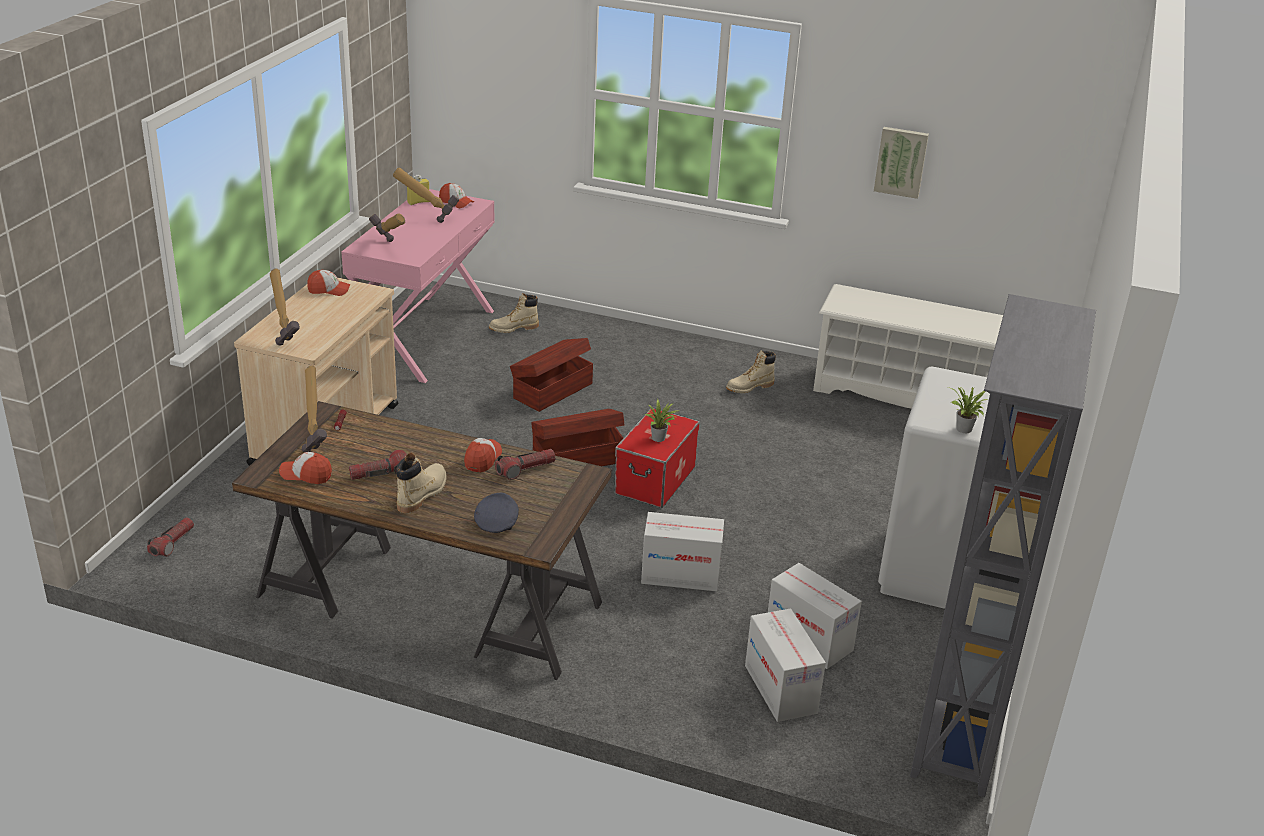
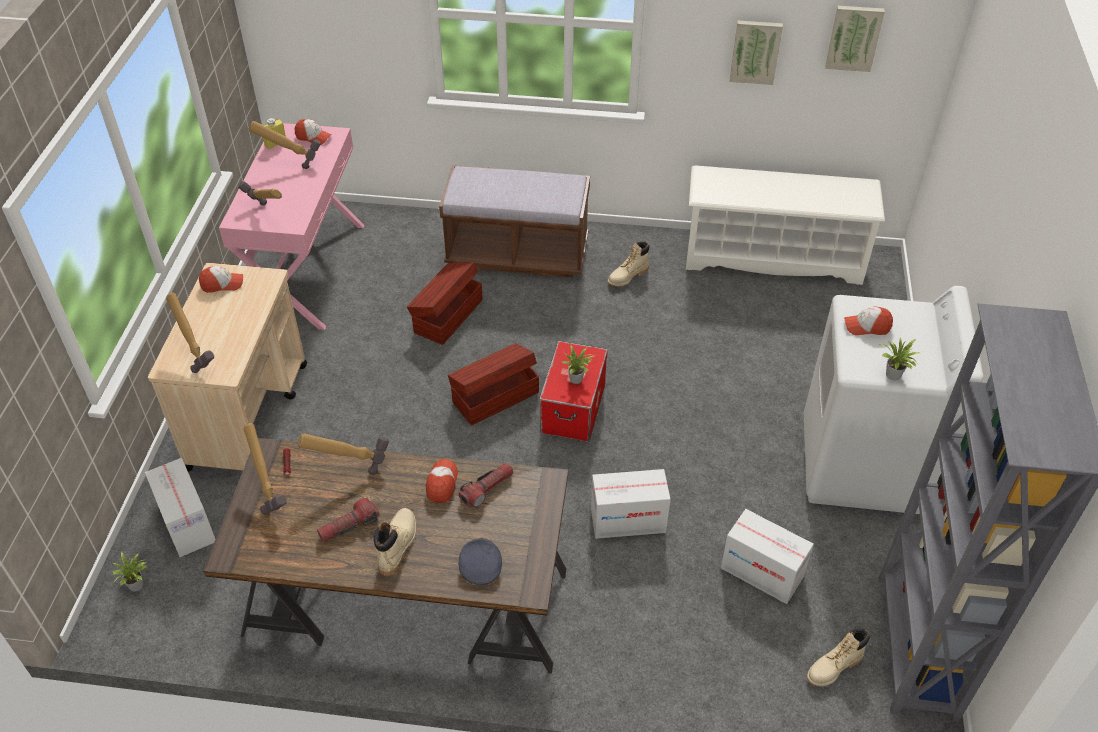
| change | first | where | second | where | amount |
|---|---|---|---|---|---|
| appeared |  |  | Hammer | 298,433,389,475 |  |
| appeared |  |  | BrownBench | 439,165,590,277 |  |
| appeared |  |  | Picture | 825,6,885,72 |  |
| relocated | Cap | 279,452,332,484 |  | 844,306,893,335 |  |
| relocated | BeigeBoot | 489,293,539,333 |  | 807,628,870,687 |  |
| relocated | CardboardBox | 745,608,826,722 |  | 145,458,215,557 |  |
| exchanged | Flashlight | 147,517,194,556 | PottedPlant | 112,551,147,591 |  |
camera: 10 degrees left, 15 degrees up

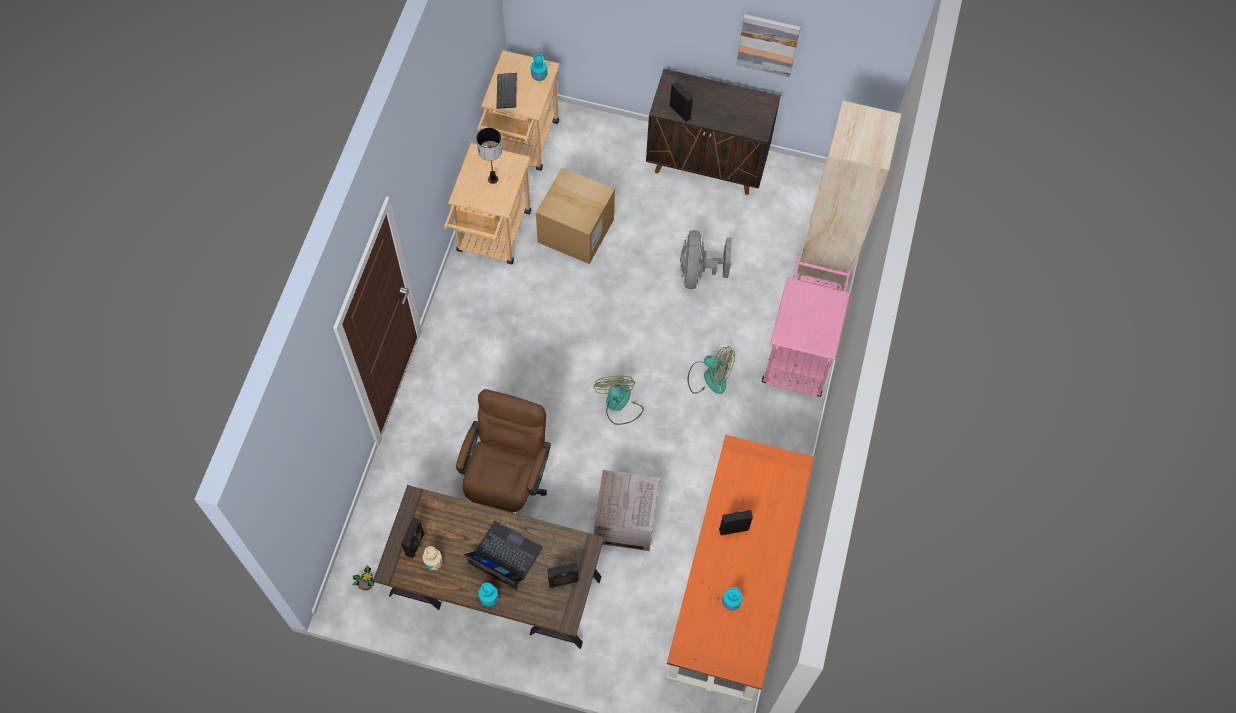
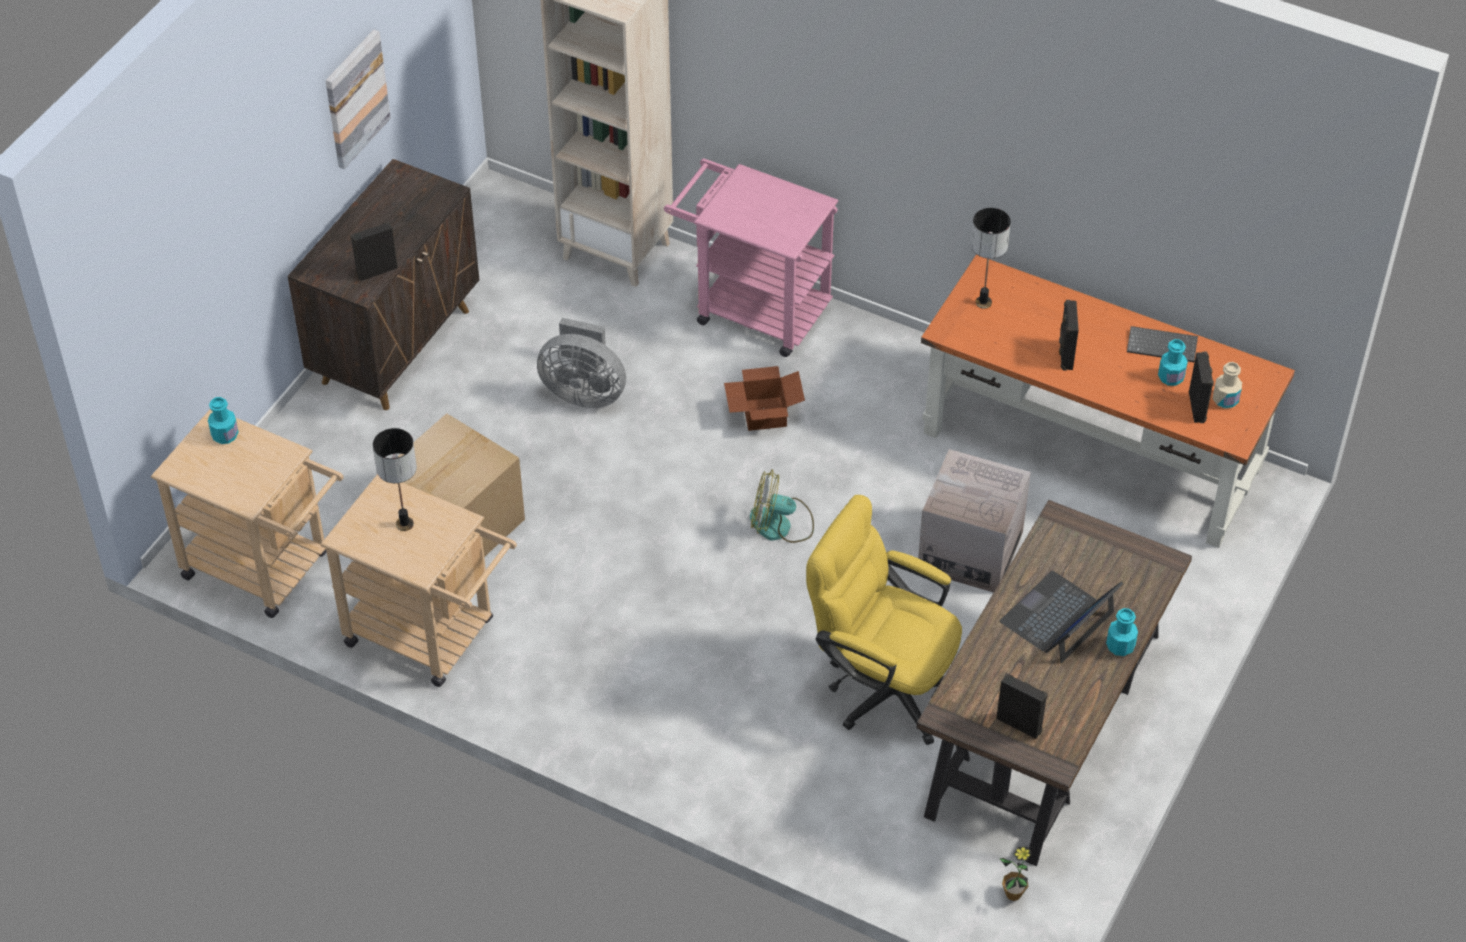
| change | first | where | second | where | amount |
|---|---|---|---|---|---|
| appeared |  |  | TableLamp | 971,208,1011,309 |  |
| relocated | BeigeBottle | 422,546,443,570 |  | 1213,362,1242,409 |  |
| relocated | Keyboard | 496,73,517,109 |  | 1127,326,1198,362 |  |
| relocated | BlackSpeaker | 547,562,579,588 |  | 1189,352,1214,423 |  |
| exchanged | Fan | 688,346,735,394 | CardboardBox | 724,366,805,431 |  |
| colour | BrownOfficeChair | 456,389,551,513 | YellowOfficeChair | 806,495,962,745 |  |
camera: 75 degrees left, 15 degrees down

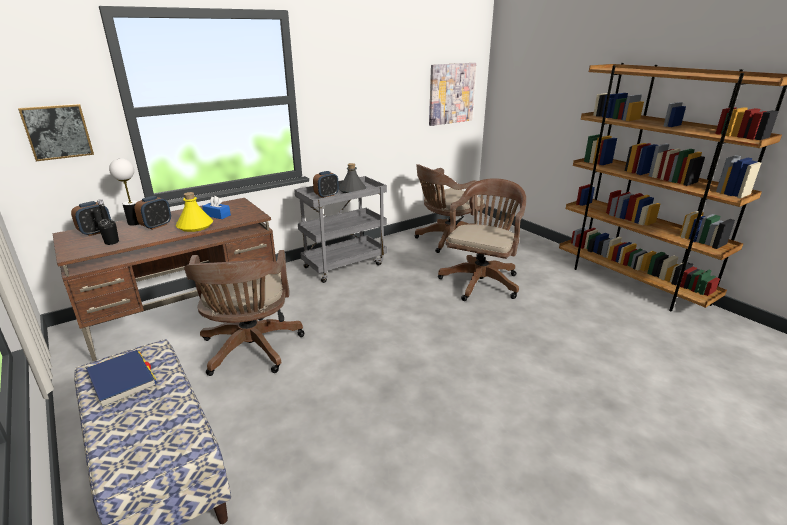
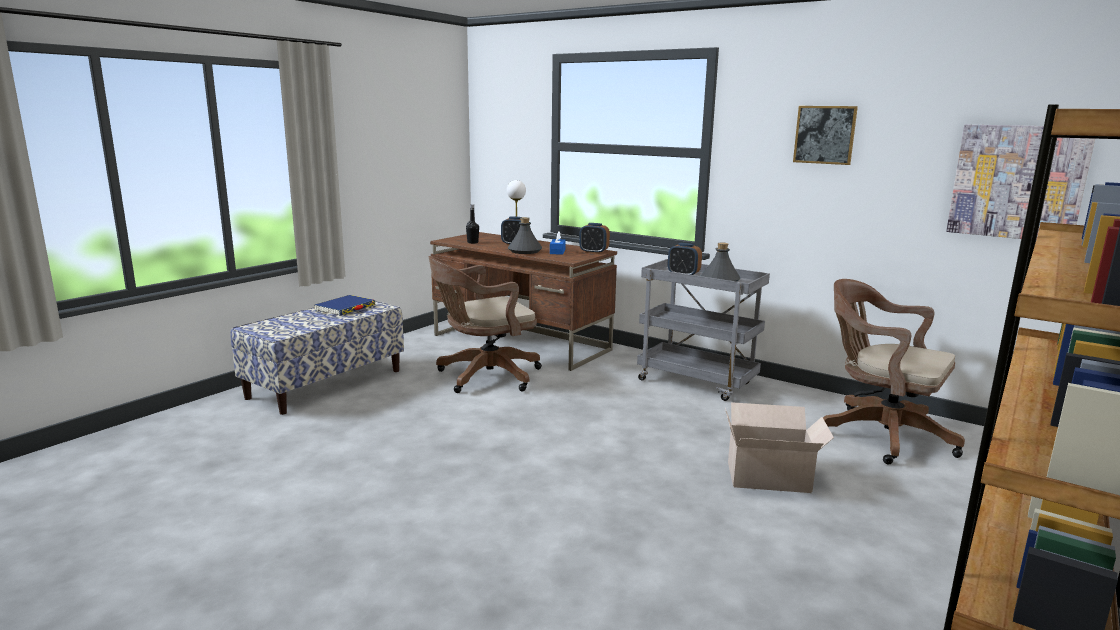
| change | first | where | second | where | amount |
|---|---|---|---|---|---|
| relocated | Picture | 18,104,94,161 |  | 793,106,858,165 |  |
| relocated | AlarmClock | 71,201,111,236 |  | 579,223,610,254 |  |
| exchanged | BrownOfficeChair | 438,178,526,301 | CardboardBox | 725,402,834,493 |  |
| colour | YellowBottle | 176,192,213,232 | GreyBottle | 508,217,542,254 |  |
camera: 70 degrees right, 10 degrees down

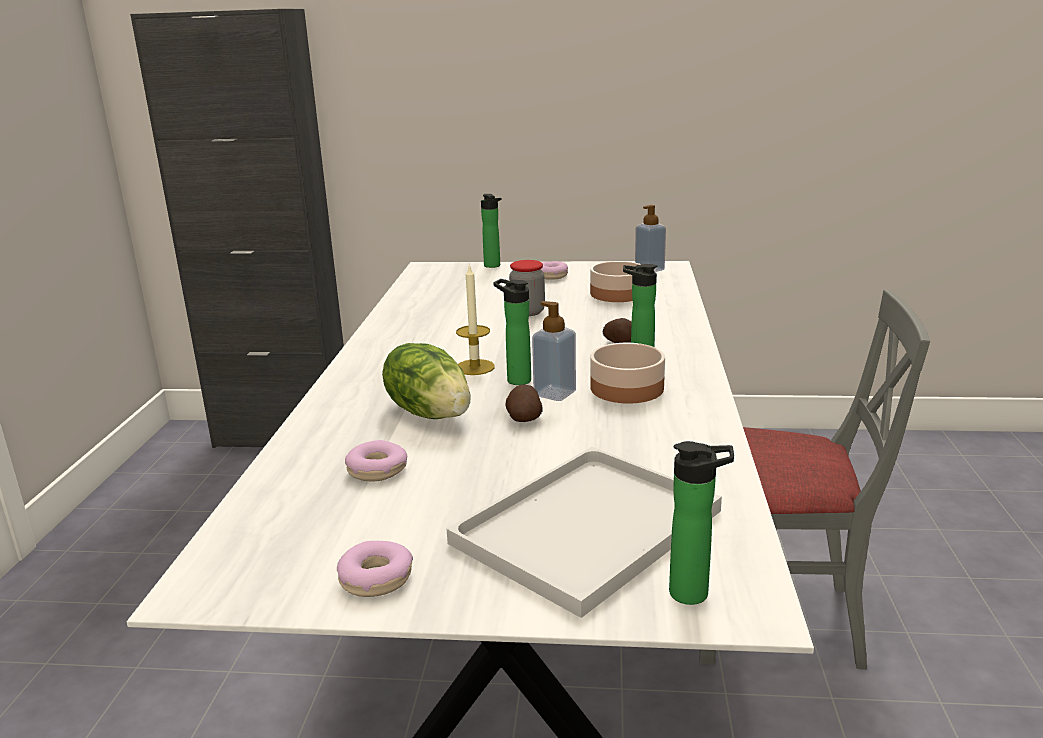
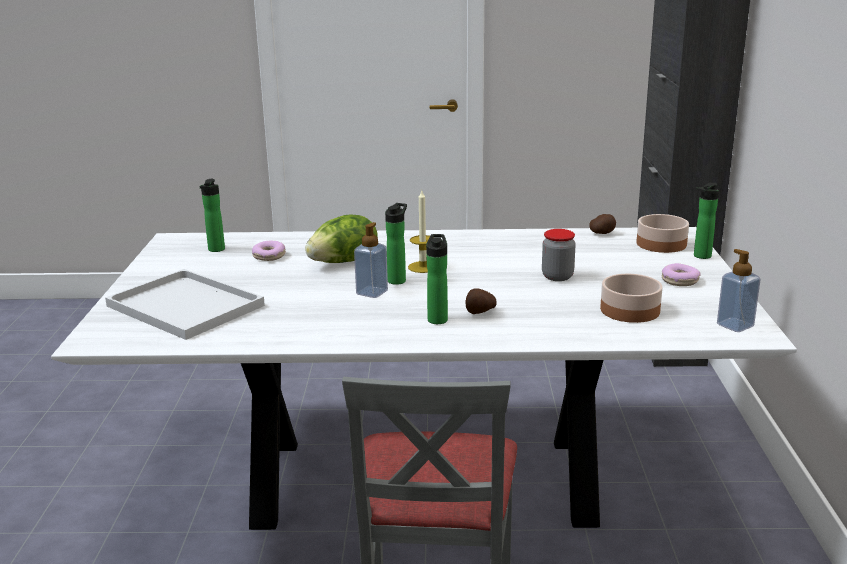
| change | first | where | second | where | amount |
|---|---|---|---|---|---|
| missing | Donut | 337,541,413,597 |  |  |  |
| relocated | Potato | 505,385,543,422 |  | 589,214,616,234 |  |
| relocated | Bowl | 590,343,665,403 |  | 636,214,689,253 |  |
| relocated | Bottle | 669,441,734,605 |  | 200,178,225,252 |  |
camera: 85 degrees right, 0 degrees up

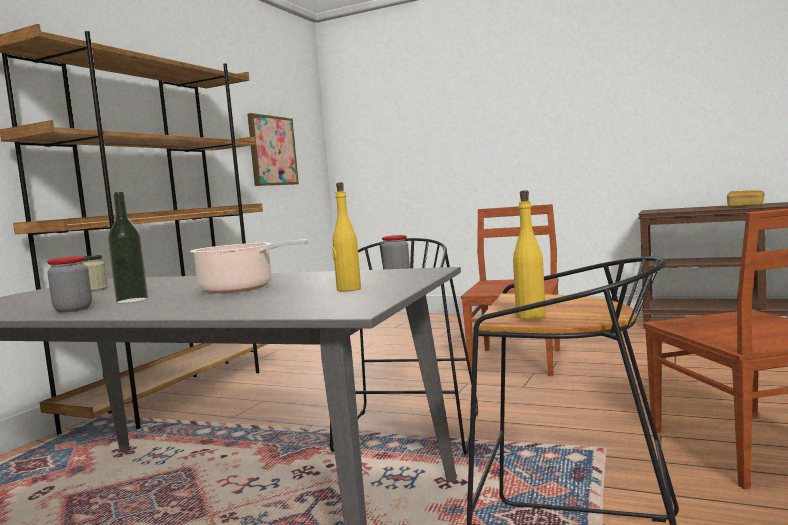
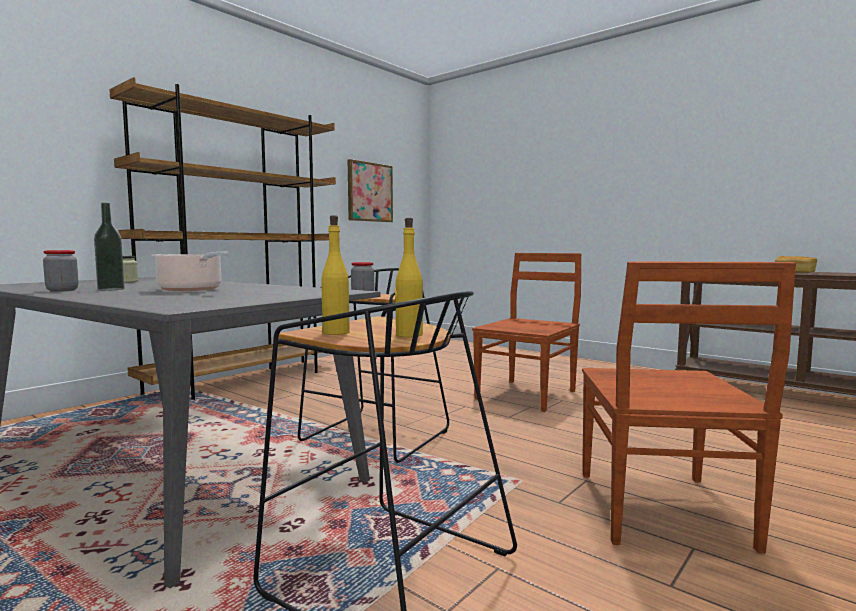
| change | first | where | second | where | amount |
|---|---|---|---|---|---|
| relocated | YellowBottle | 332,182,361,292 |  | 395,218,423,337 |  |
camera: 15 degrees right, 0 degrees up

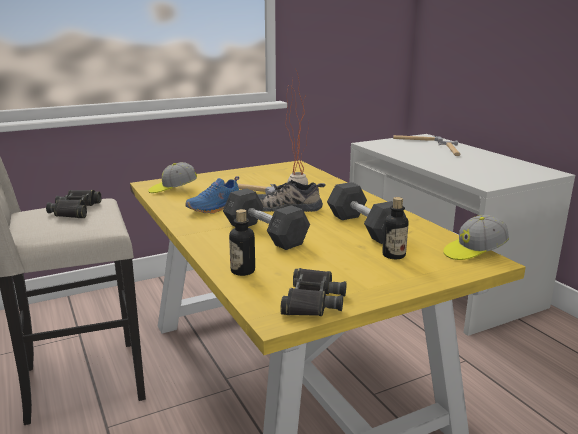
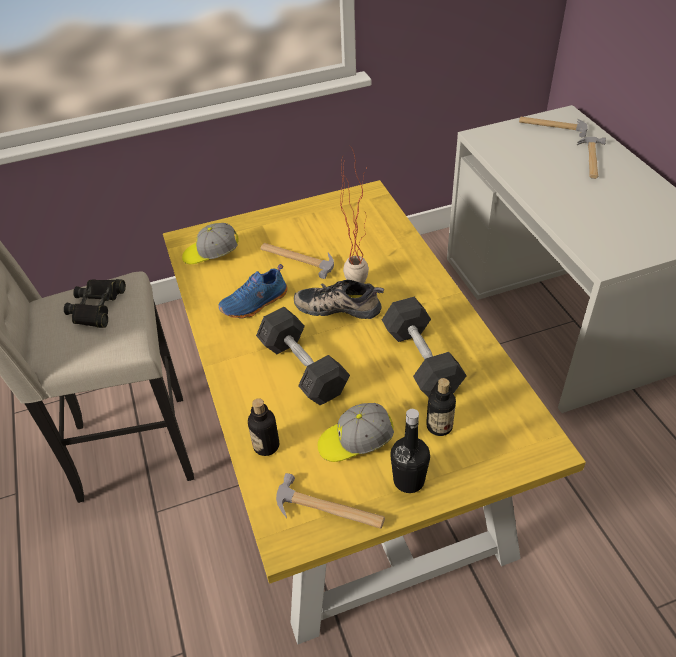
| change | first | where | second | where | amount |
|---|---|---|---|---|---|
| appeared |  |  | BlackBottle | 390,409,430,493 |  |
| relocated | Cap | 443,215,509,260 |  | 318,403,394,462 |  |
| exchanged | BlackBinoculars | 280,268,346,316 | Hammer | 276,473,385,529 |  |
camera: 10 degrees right, 25 degrees up

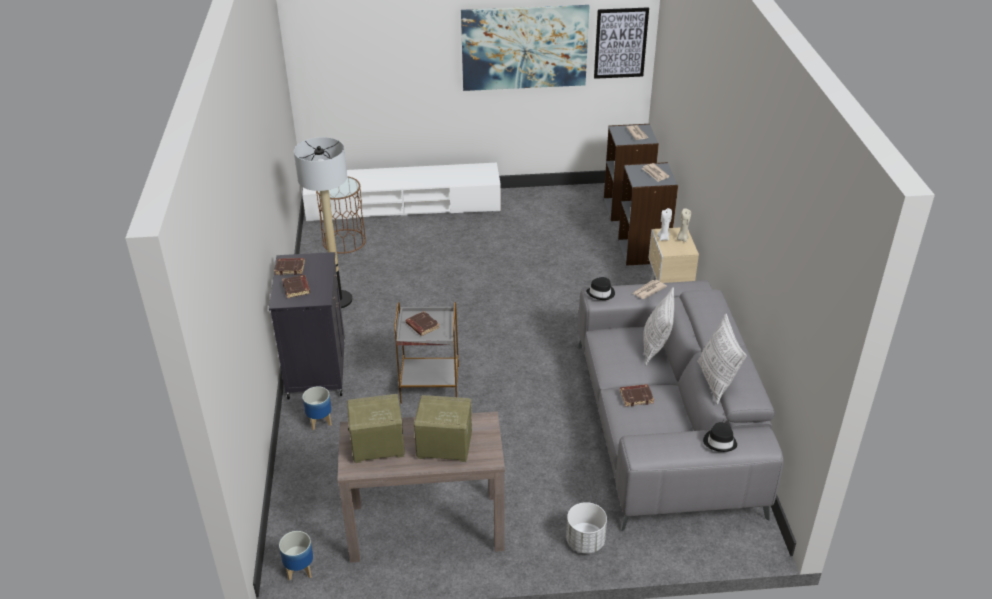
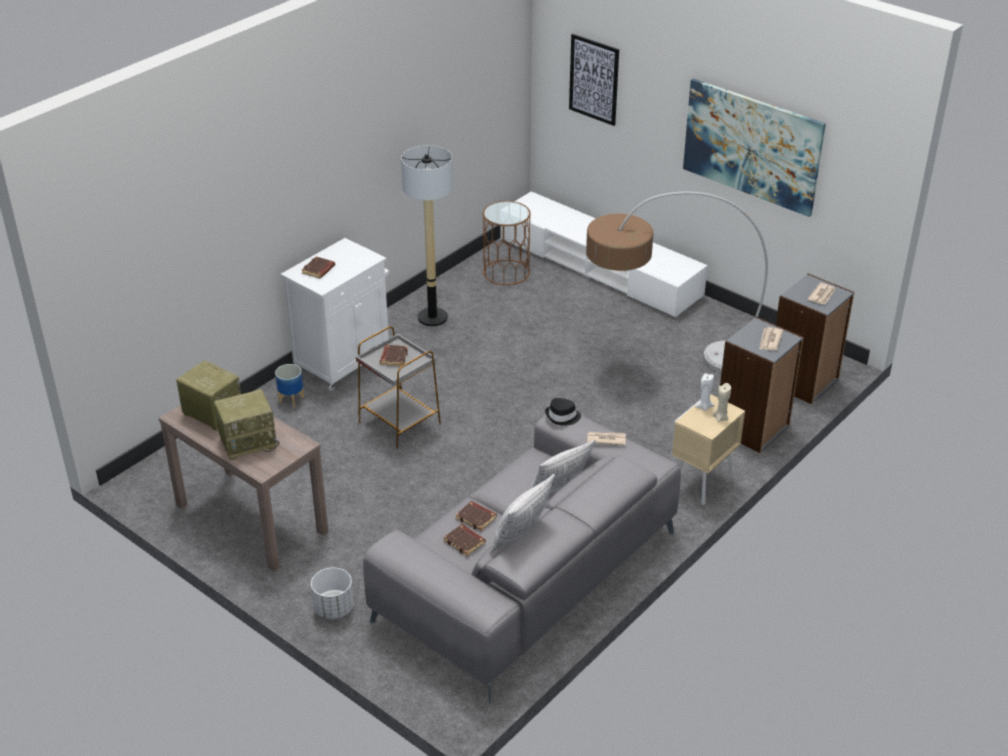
| change | first | where | second | where | amount |
|---|---|---|---|---|---|
| missing | Planter | 279,531,313,581 |  |  |  |
| missing | BlackHat | 703,422,737,452 |  |  |  |
| appeared |  |  | FloorLamp | 586,192,768,373 |  |
| relocated | BrownBook | 275,258,305,275 |  | 444,524,485,556 |  |
| relocated | Picture | 594,7,649,79 |  | 569,34,619,126 |  |
| colour | BlackCabinet | 269,252,345,400 | WhiteCabinet | 281,238,389,391 |  |
| spun | Radio | 414,395,472,462 |  | 214,389,279,460 | 105 degrees clockwise |
camera: 45 degrees right, 0 degrees up

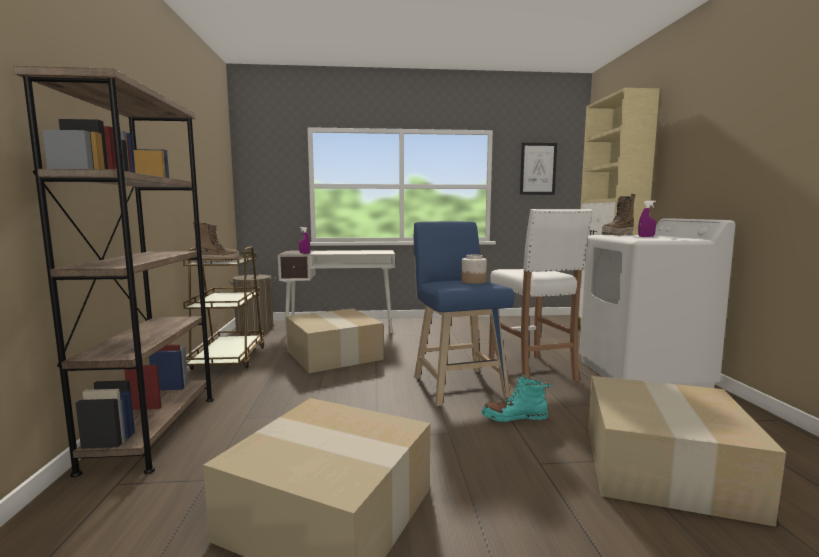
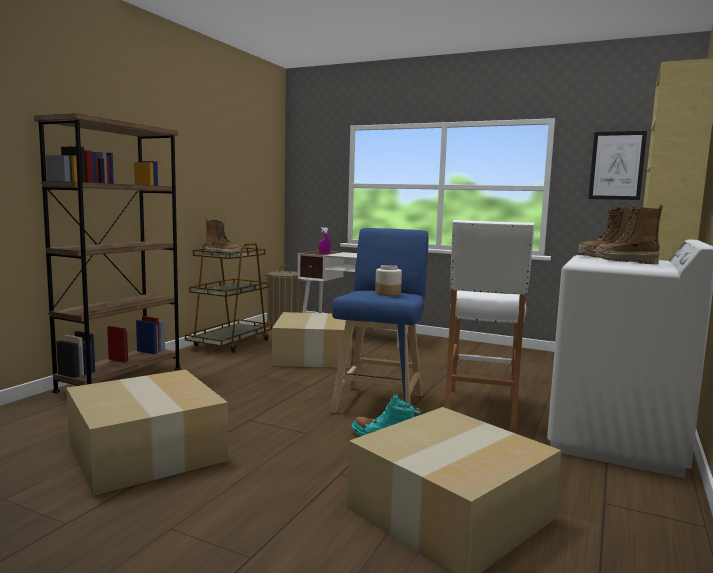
| change | first | where | second | where | amount |
|---|---|---|---|---|---|
| exchanged | PurpleSprayBottle | 638,201,656,237 | Boot | 595,205,663,264 |  |
camera: 30 degrees right, 0 degrees up

